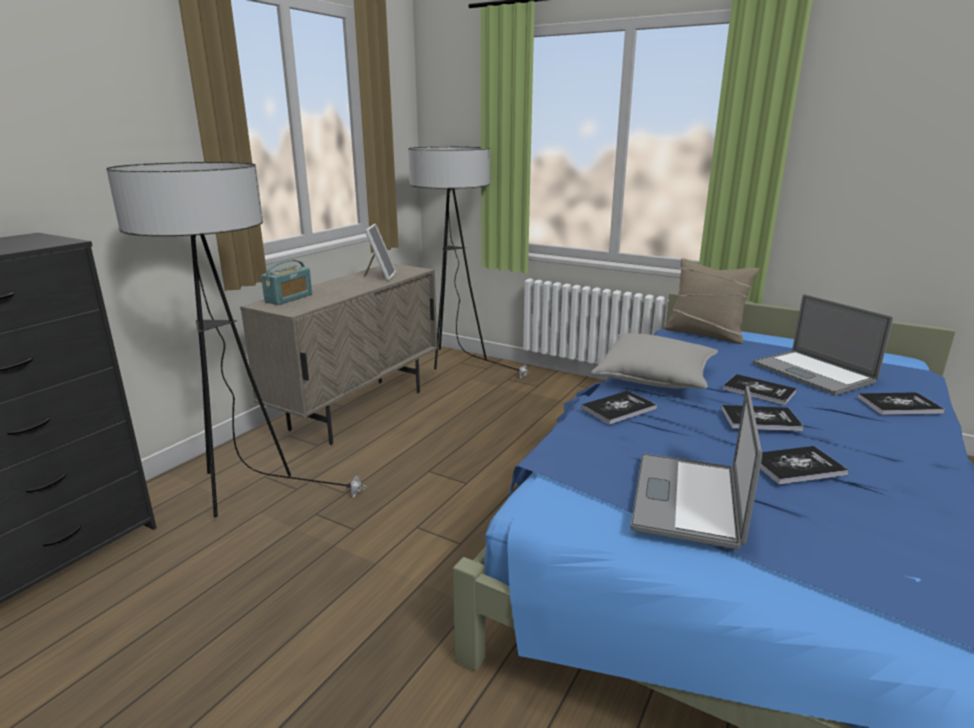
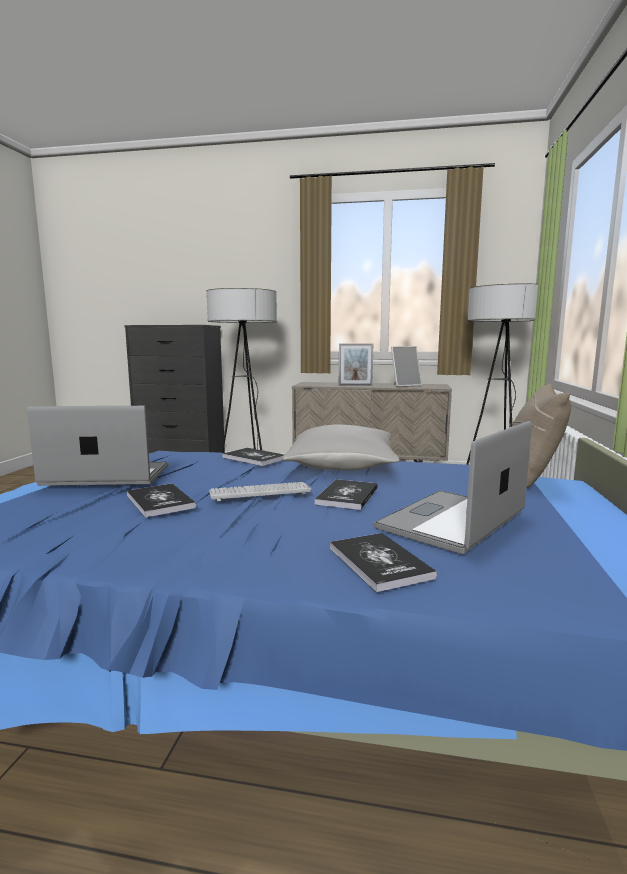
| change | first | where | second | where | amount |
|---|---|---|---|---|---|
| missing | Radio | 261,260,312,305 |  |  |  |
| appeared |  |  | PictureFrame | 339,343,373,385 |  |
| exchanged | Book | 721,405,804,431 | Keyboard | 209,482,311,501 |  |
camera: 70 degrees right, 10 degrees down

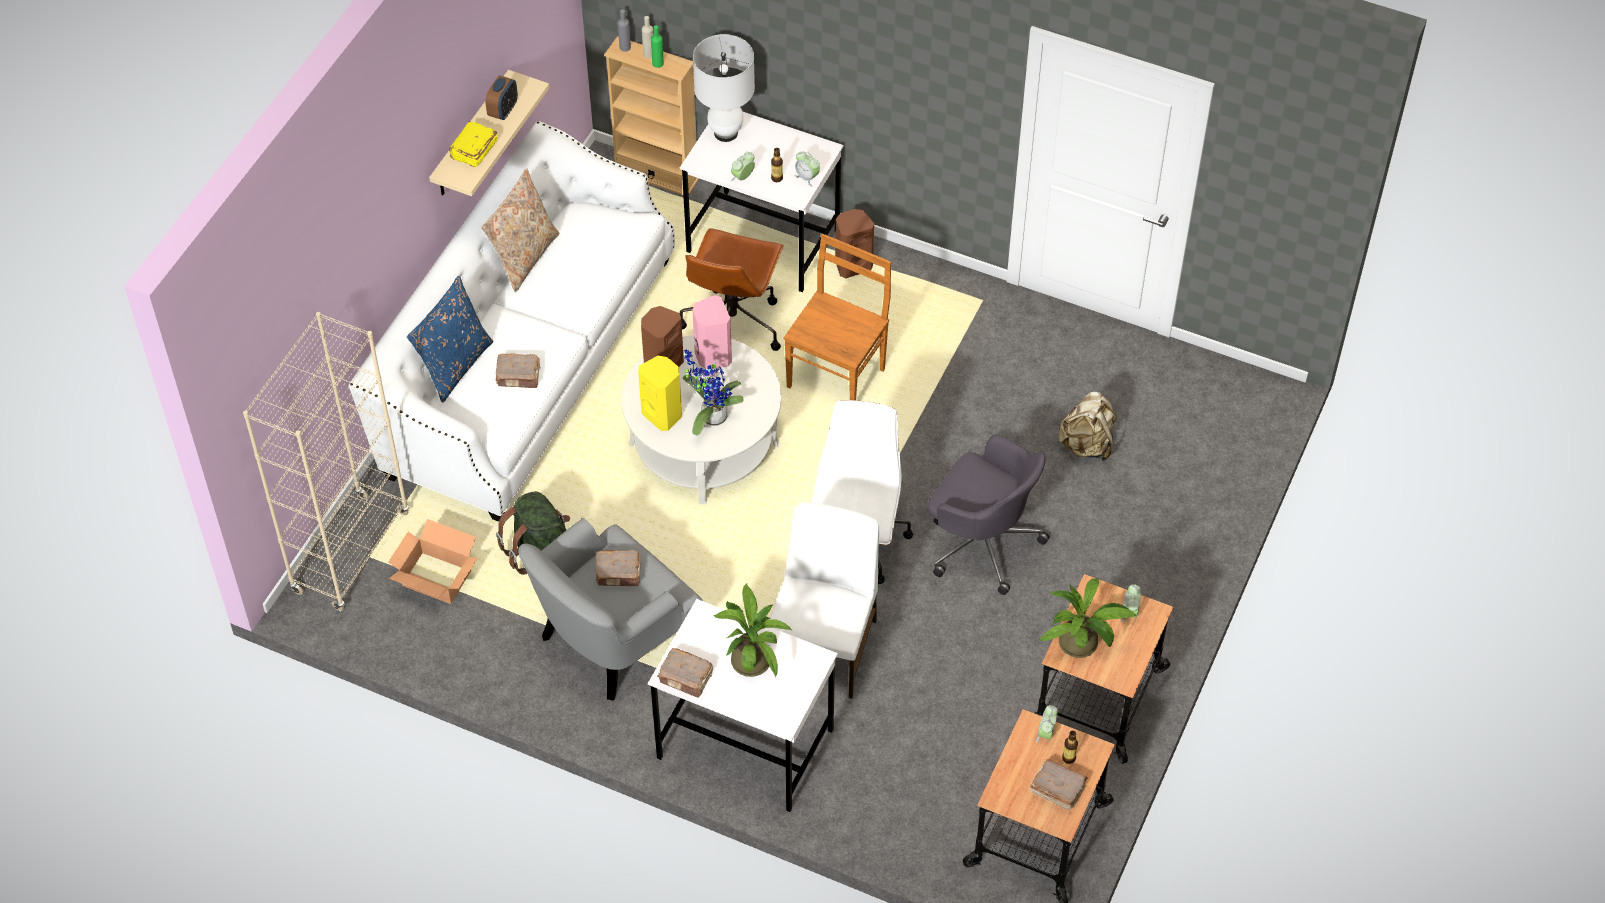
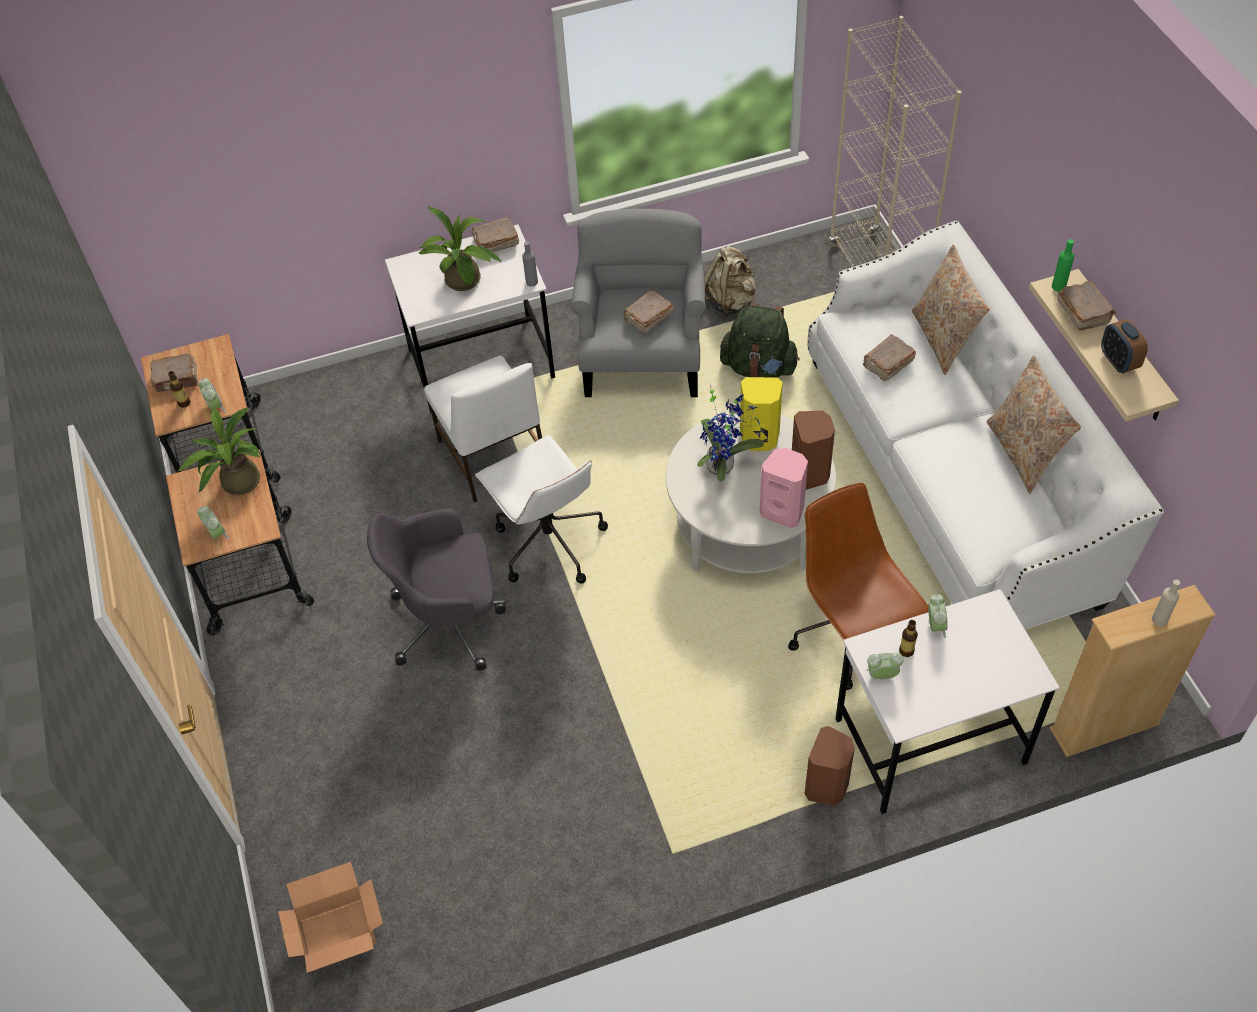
| change | first | where | second | where | amount |
|---|---|---|---|---|---|
| missing | WhiteTableLamp | 693,34,755,142 |  |  |  |
| missing | BrownChair | 784,234,891,400 |  |  |  |
| relocated | CardboardBox | 388,519,478,604 |  | 278,862,383,973 |  |
| relocated | GreyBottle | 618,9,631,52 |  | 522,241,538,287 |  |
| relocated | GreenBottle | 651,26,664,68 |  | 1052,239,1074,292 |  |
| relocated | BeigeBackpack | 1058,392,1117,461 |  | 704,246,756,317 |  |
| colour | BluePillow | 407,275,494,402 | BeigePillow | 912,245,990,375 |  |
| colour | YellowBook | 449,122,498,168 | BrownBook | 1056,281,1116,331 |  |
camera: 140 degrees right, 0 degrees up

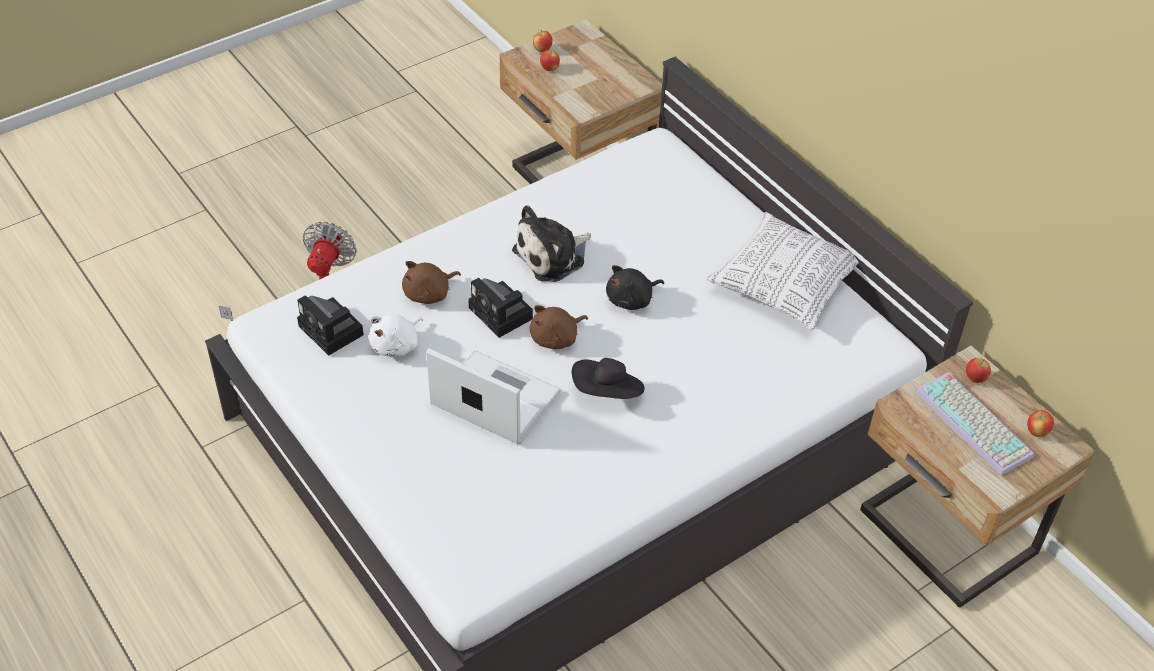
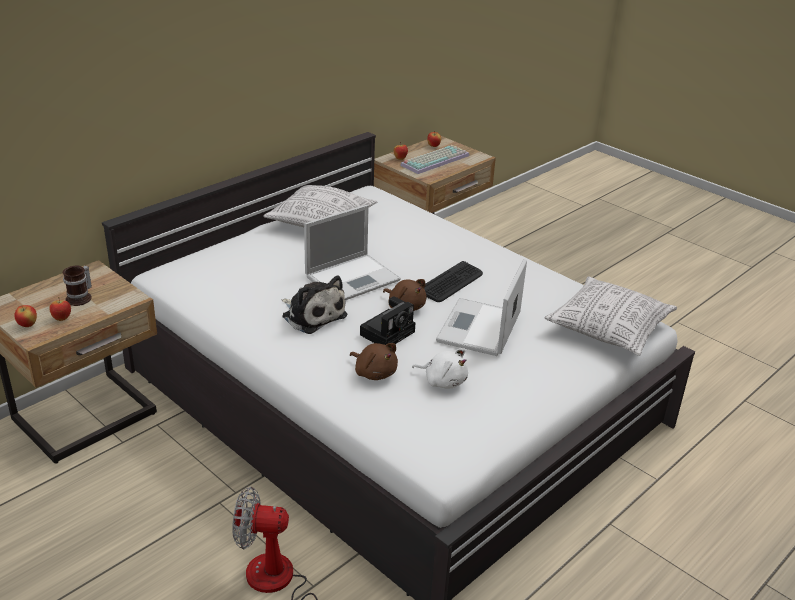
| change | first | where | second | where | amount |
|---|---|---|---|---|---|
| missing | PhotoCamera | 297,295,364,356 |  |  |  |
| appeared |  |  | Mug | 63,265,92,306 |  |
| appeared |  |  | Pillow | 545,276,677,356 |  |
| exchanged | BlackHat | 572,358,645,399 | Keyboard | 424,261,483,302 |  |
| exchanged | BlackPlushToy | 606,265,664,310 | Laptop | 304,205,401,300 |  |
camera: 100 degrees left, 15 degrees down

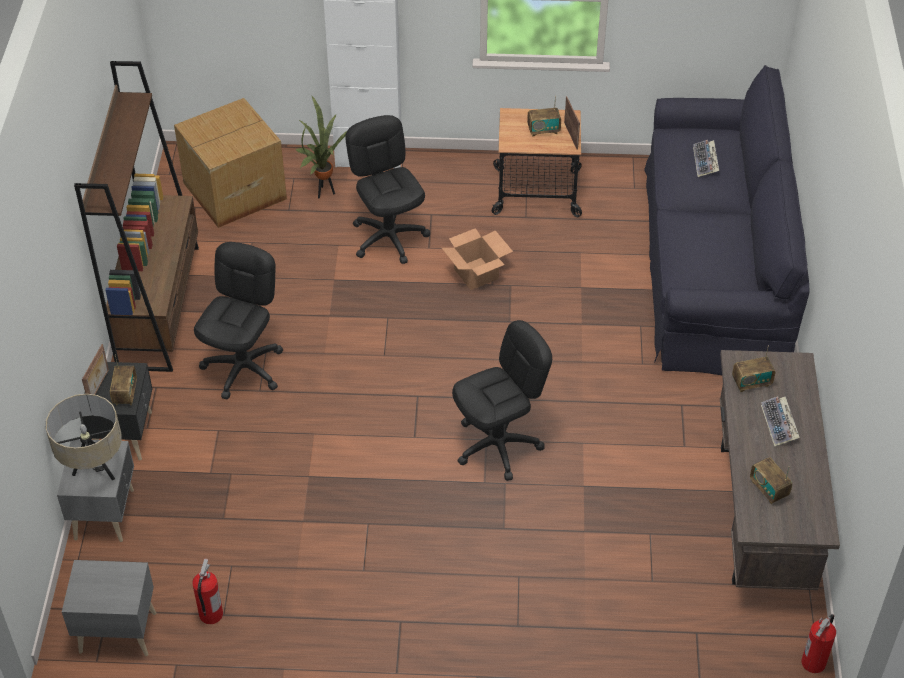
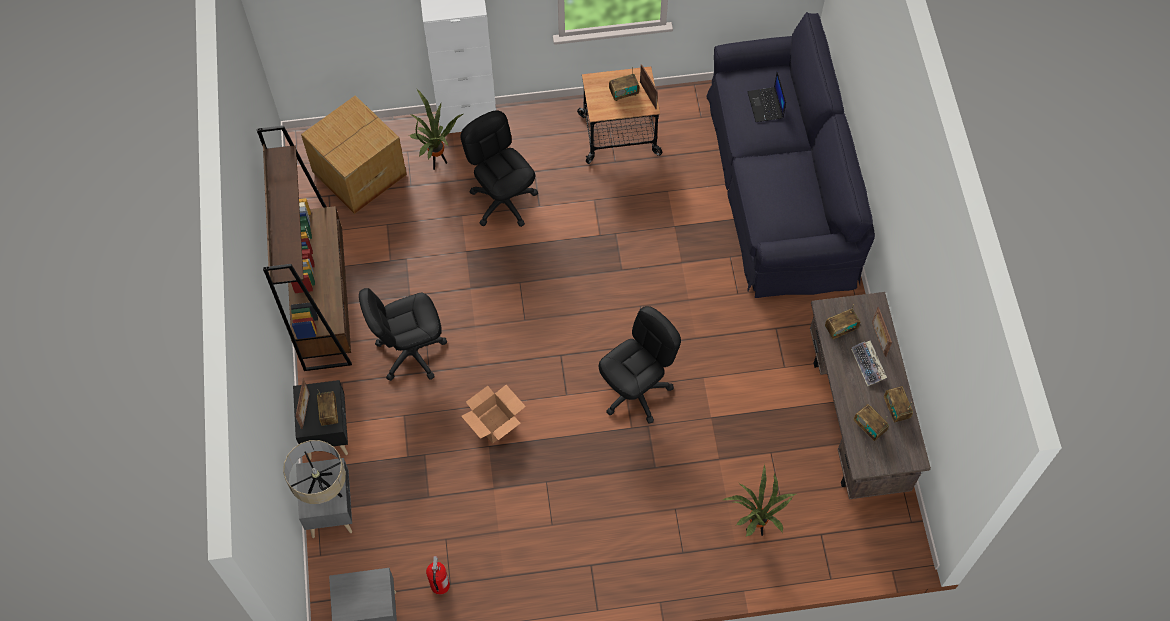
| change | first | where | second | where | amount |
|---|---|---|---|---|---|
| missing | FireExtinguisher | 801,614,836,673 |  |  |  |
| appeared |  |  | PottedPlant | 723,464,796,537 |  |
| appeared |  |  | PictureFrame | 872,307,892,357 |  |
| appeared |  |  | Radio | 884,386,913,422 |  |
| relocated | CardboardBox | 442,228,513,290 |  | 461,385,526,443 |  |
| exchanged | Keyboard | 693,140,719,177 | Laptop | 747,71,786,122 |  |
| spun | BlackOfficeChair | 194,242,283,399 |  | 359,288,447,381 | 120 degrees counterclockwise |
camera: 10 degrees left, 15 degrees up

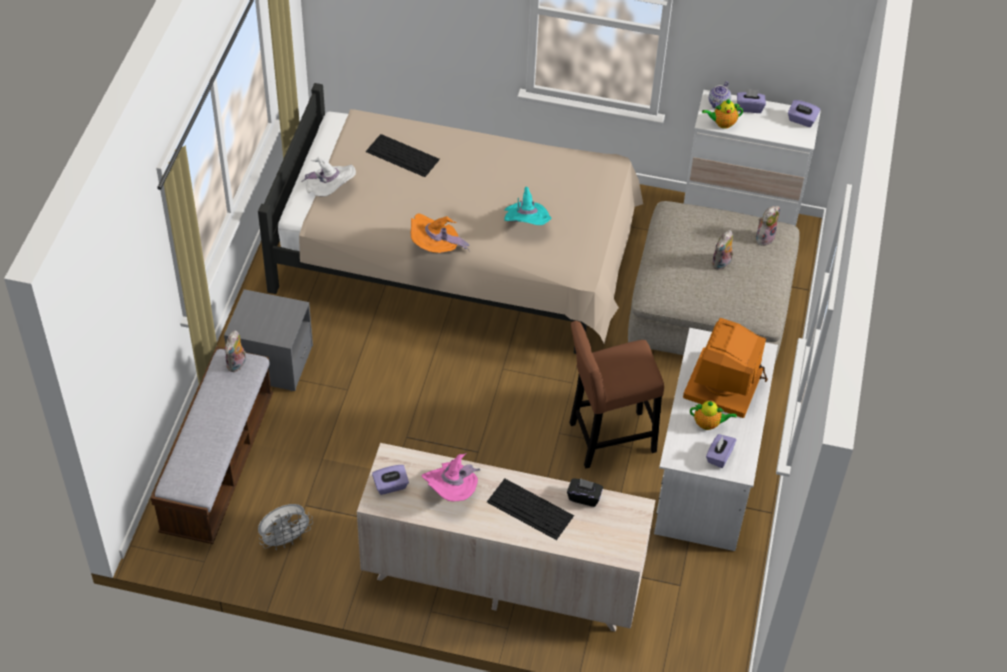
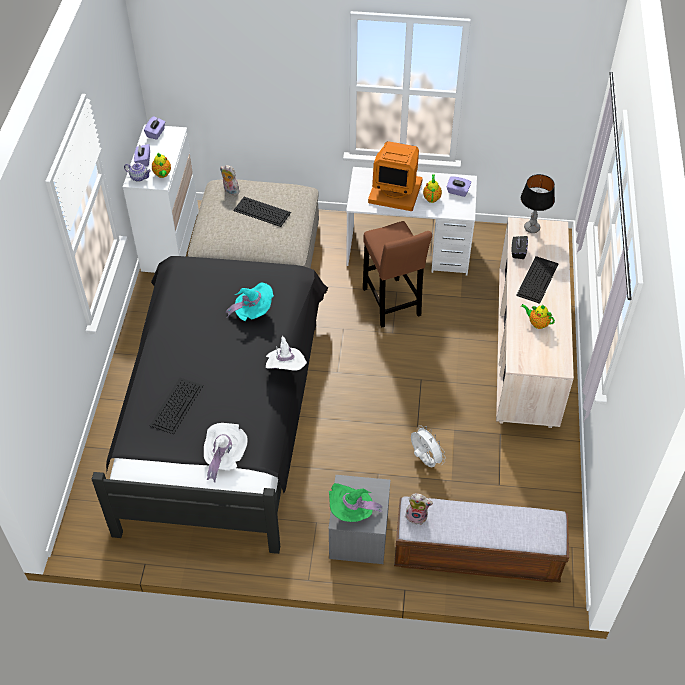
| change | first | where | second | where | amount |
|---|---|---|---|---|---|
| missing | PurpleTissueBox | 372,465,409,495 |  |  |  |
| appeared |  |  | GreenHat | 329,483,384,522 |  |
| appeared |  |  | TableLamp | 521,174,555,233 |  |
| relocated | WhiteFan | 258,504,313,550 |  | 411,425,446,467 |  |
| exchanged | PinkHat | 421,453,481,501 | Teapot | 521,304,555,329 |  |
| exchanged | PlushToy | 711,230,734,270 | Keyboard | 233,197,291,227 |  |
| colour | BeigeBed | 258,83,643,354 | BlackBed | 92,256,328,554 |  |
| colour | OrangeHat | 411,213,469,253 | WhiteHat | 266,336,307,370 |  |
camera: 95 degrees left, 0 degrees up

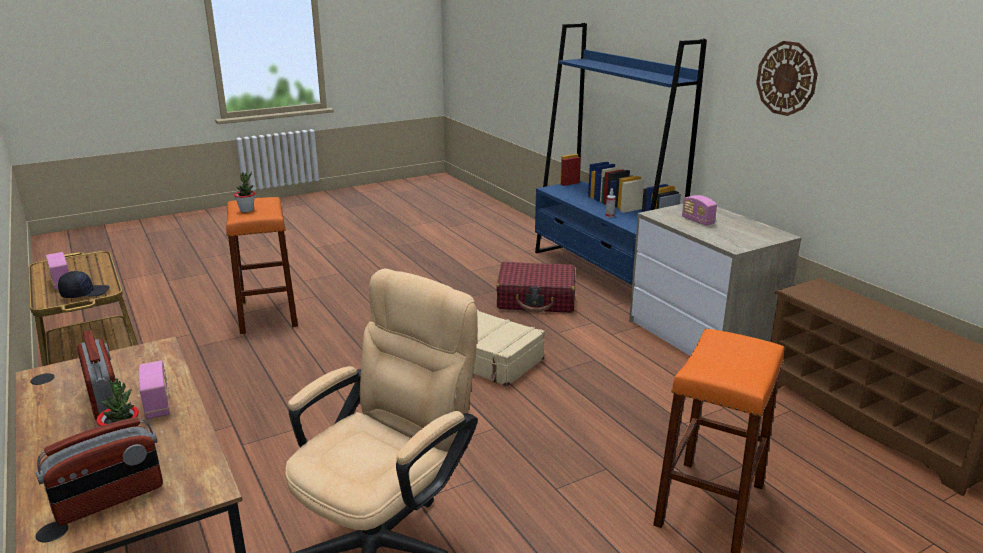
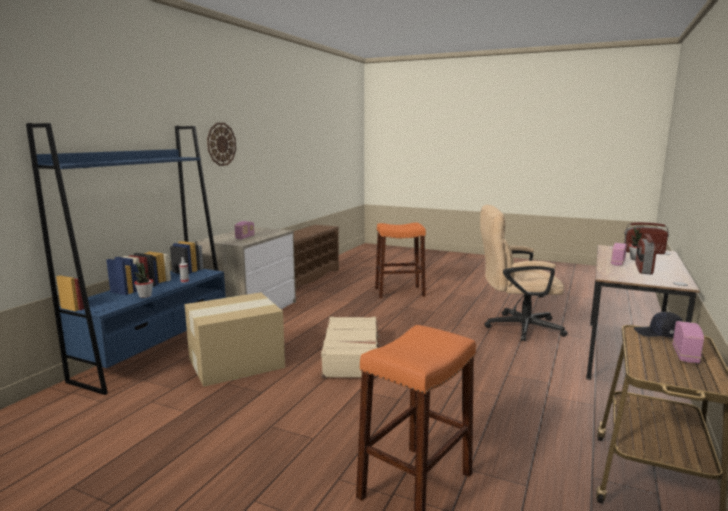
| change | first | where | second | where | amount |
|---|---|---|---|---|---|
| relocated | PottedPlant | 234,172,255,212 |  | 134,262,153,298 |  |
| exchanged | RedSuitcase | 496,262,575,313 | CardboardBox | 184,292,285,387 |  |
camera: 125 degrees left, 10 degrees down

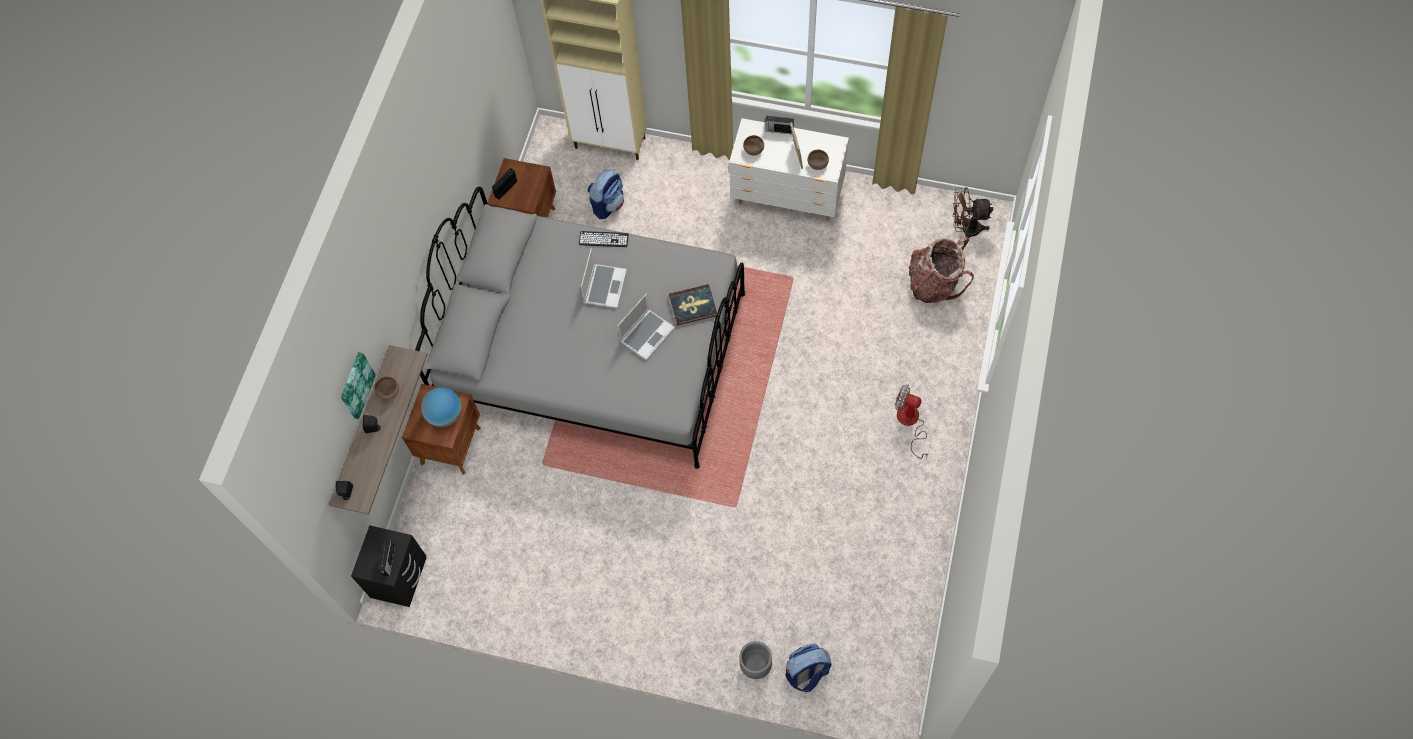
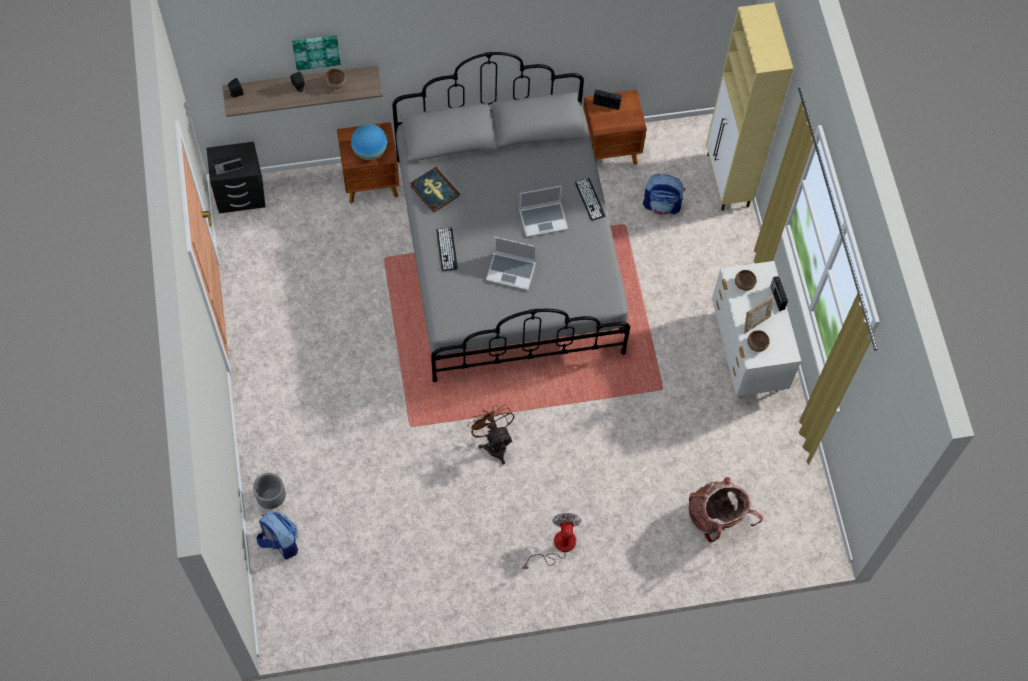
| change | first | where | second | where | amount |
|---|---|---|---|---|---|
| appeared |  |  | Keyboard | 437,227,458,271 |  |
| relocated | Book | 669,284,717,325 |  | 410,167,460,213 |  |
| relocated | BrownFan | 953,187,993,242 |  | 468,404,514,465 |  |
camera: 60 degrees right, 0 degrees up

